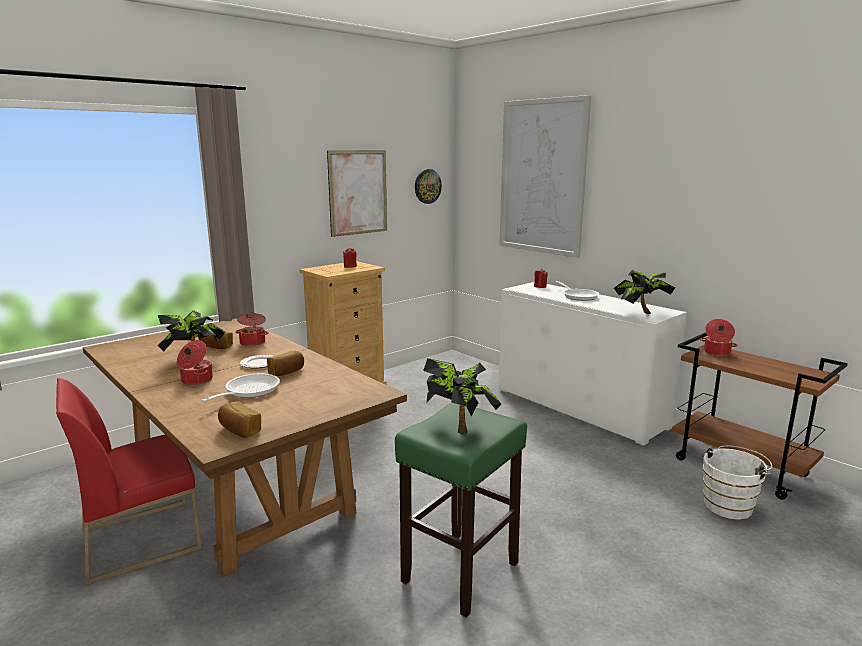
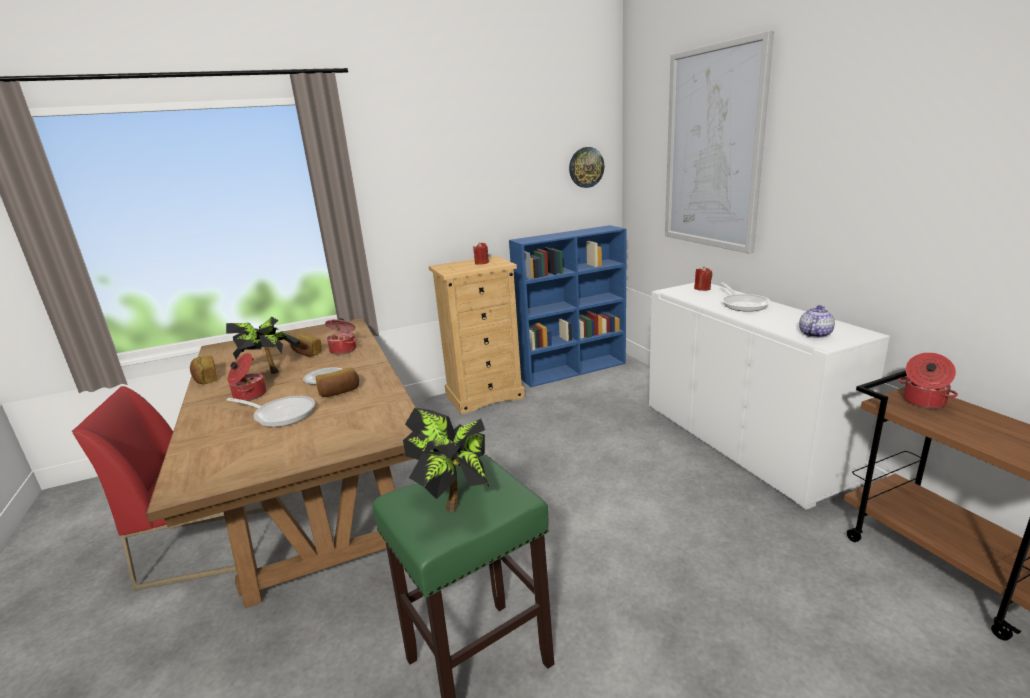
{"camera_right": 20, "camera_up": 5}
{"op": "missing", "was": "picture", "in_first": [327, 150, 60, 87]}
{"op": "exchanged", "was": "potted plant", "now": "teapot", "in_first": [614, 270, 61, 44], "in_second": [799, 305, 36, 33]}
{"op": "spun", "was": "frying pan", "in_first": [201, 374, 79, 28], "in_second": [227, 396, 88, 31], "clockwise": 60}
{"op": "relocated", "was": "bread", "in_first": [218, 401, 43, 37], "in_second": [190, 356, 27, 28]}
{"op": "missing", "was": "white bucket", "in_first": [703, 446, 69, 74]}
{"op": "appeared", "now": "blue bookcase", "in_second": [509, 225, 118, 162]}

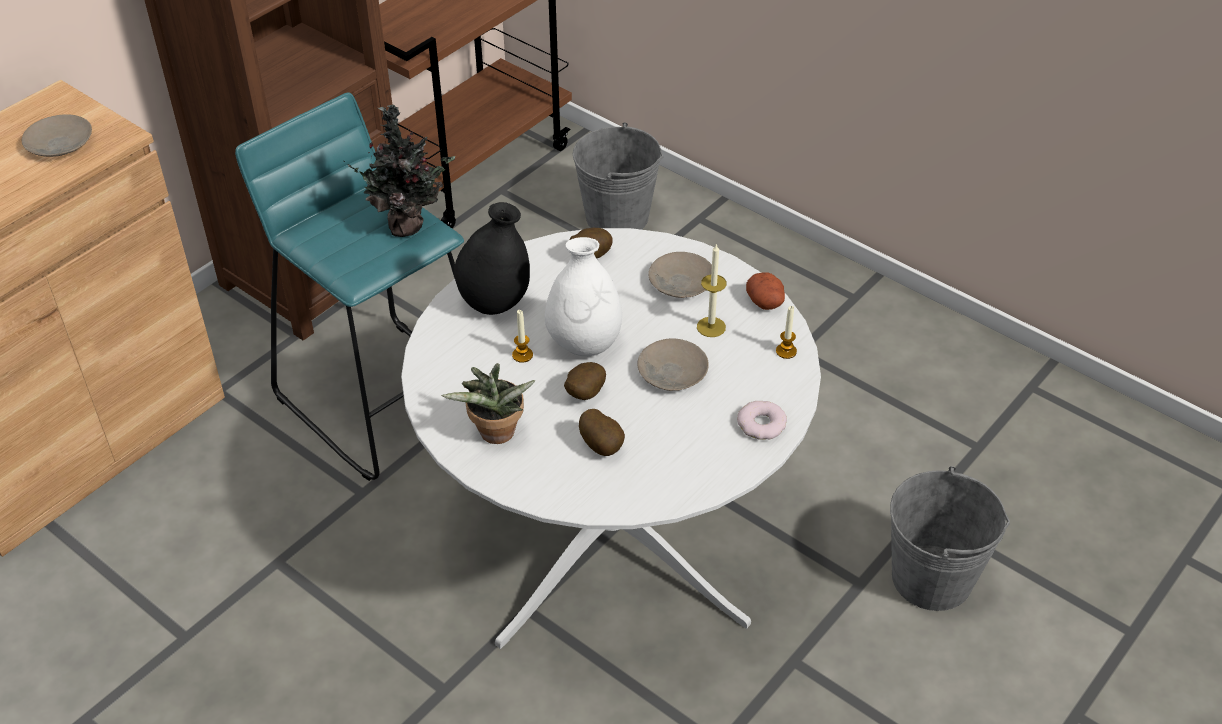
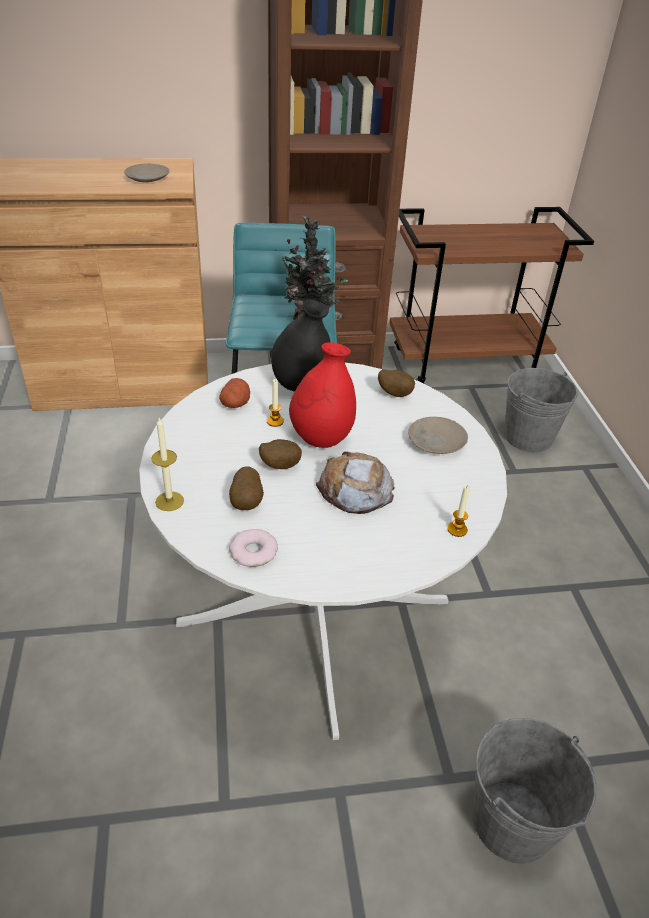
{"camera_right": 40, "camera_up": -5}
{"op": "colour", "was": "white vase", "now": "red vase", "in_first": [545, 237, 77, 119], "in_second": [289, 342, 67, 106]}
{"op": "relocated", "was": "candle", "in_first": [697, 243, 30, 94], "in_second": [151, 418, 33, 93]}
{"op": "relocated", "was": "potato", "in_first": [746, 272, 39, 38], "in_second": [219, 378, 31, 30]}
{"op": "exchanged", "was": "beige plate", "now": "bread", "in_first": [637, 338, 72, 53], "in_second": [316, 452, 79, 62]}
{"op": "missing", "was": "potted plant", "in_first": [441, 363, 95, 81]}
{"op": "relocated", "was": "donut", "in_first": [737, 401, 50, 39], "in_second": [229, 529, 49, 38]}

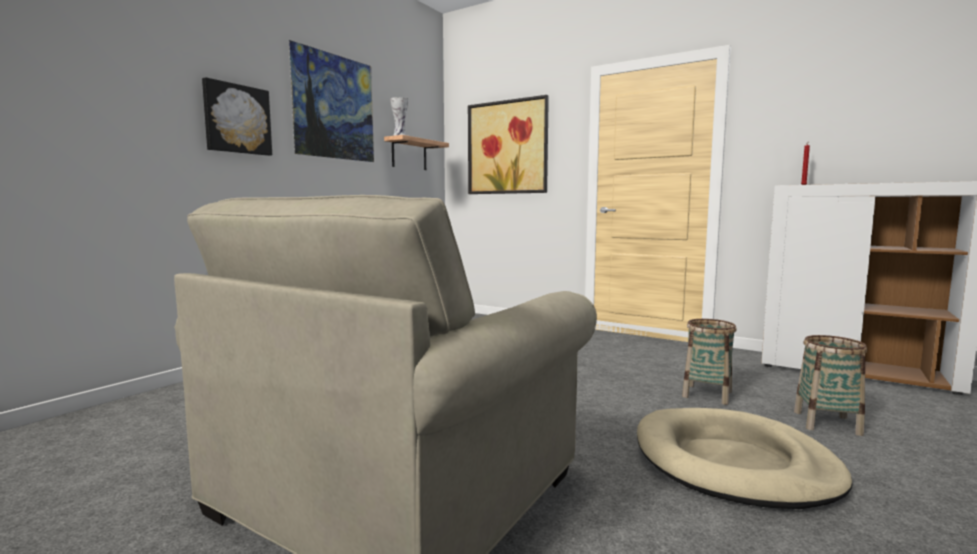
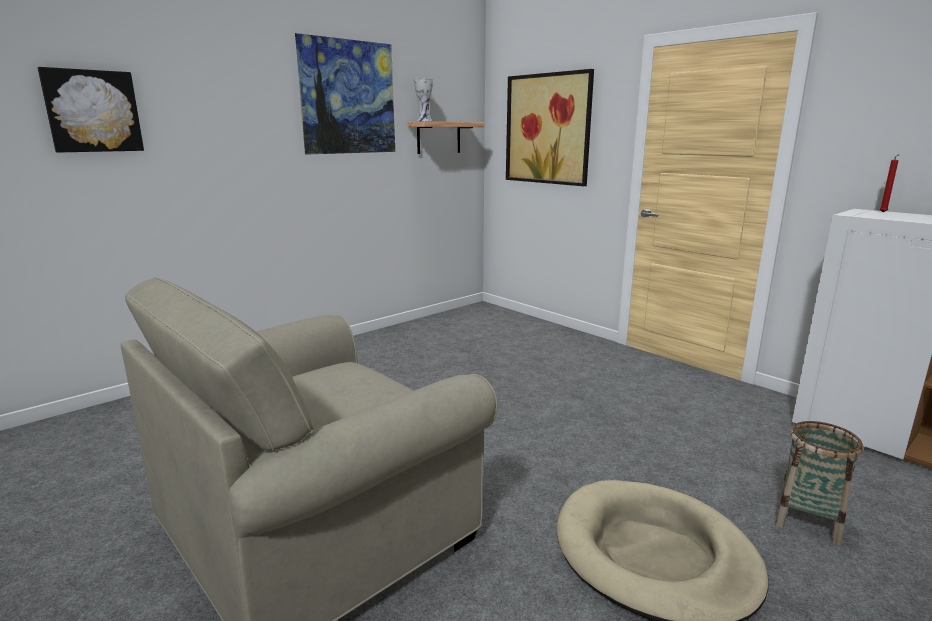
{"camera_right": 15, "camera_up": 10}
{"op": "relocated", "was": "picture", "in_first": [202, 77, 70, 79], "in_second": [38, 67, 106, 86]}
{"op": "missing", "was": "basket", "in_first": [682, 319, 55, 86]}

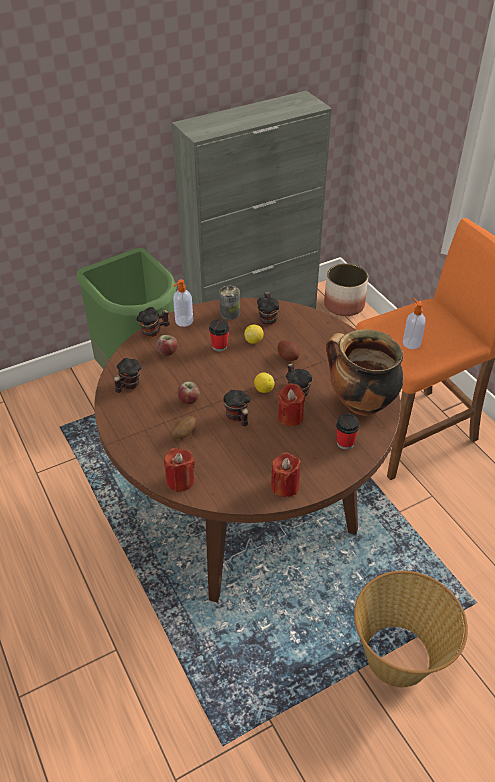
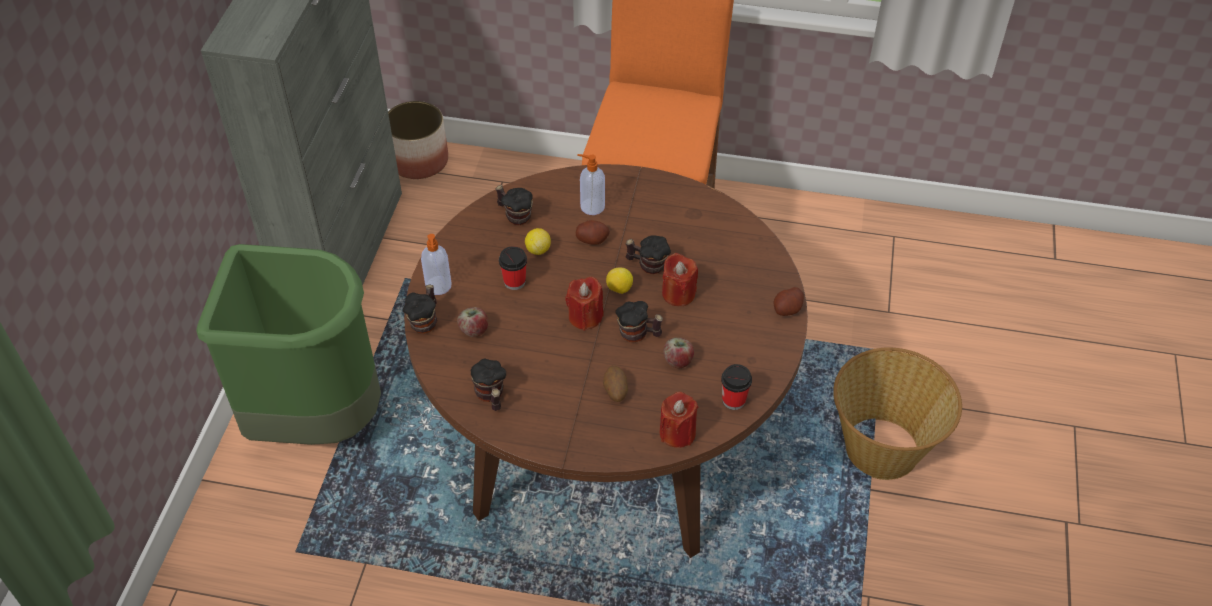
{"camera_right": -50, "camera_up": 5}
{"op": "missing", "was": "can", "in_first": [219, 286, 21, 34]}
{"op": "relocated", "was": "soap dispenser", "in_first": [403, 298, 23, 51], "in_second": [578, 154, 27, 61]}
{"op": "missing", "was": "cooking pot", "in_first": [326, 329, 78, 87]}
{"op": "relocated", "was": "apple", "in_first": [177, 381, 23, 23], "in_second": [663, 337, 31, 31]}
{"op": "relocated", "was": "cup", "in_first": [336, 414, 24, 36], "in_second": [721, 364, 31, 46]}
{"op": "relocated", "was": "red candle", "in_first": [271, 452, 30, 45], "in_second": [565, 277, 39, 54]}
{"op": "appeared", "now": "potato", "in_second": [774, 287, 30, 29]}

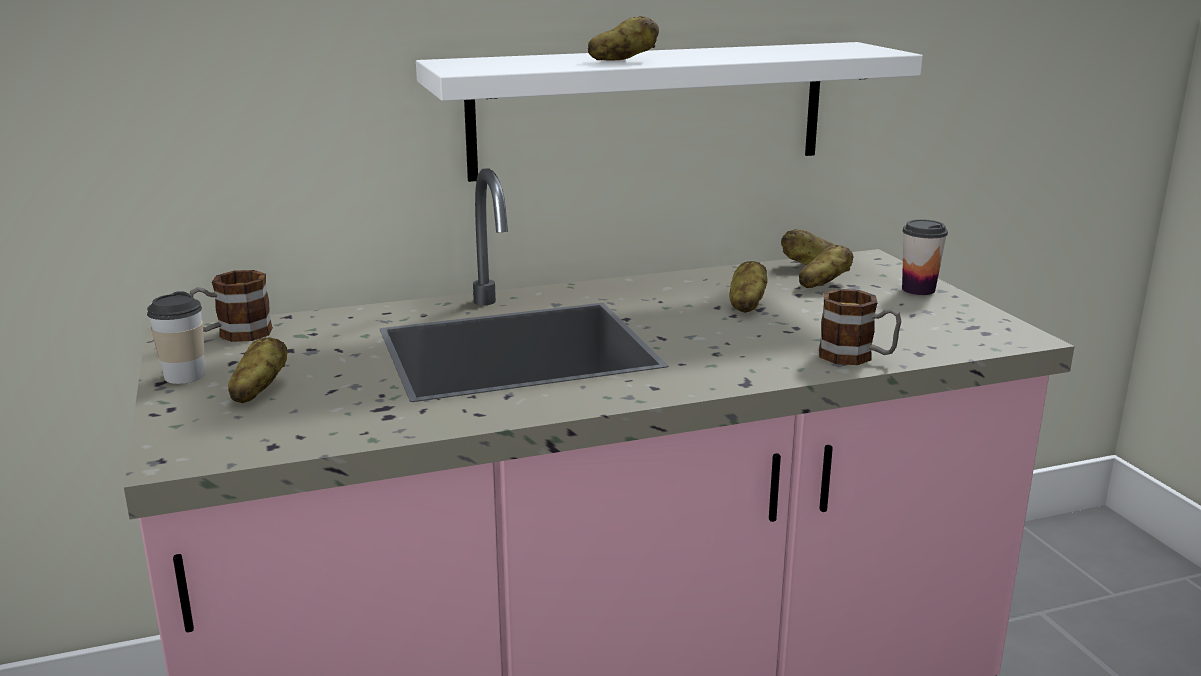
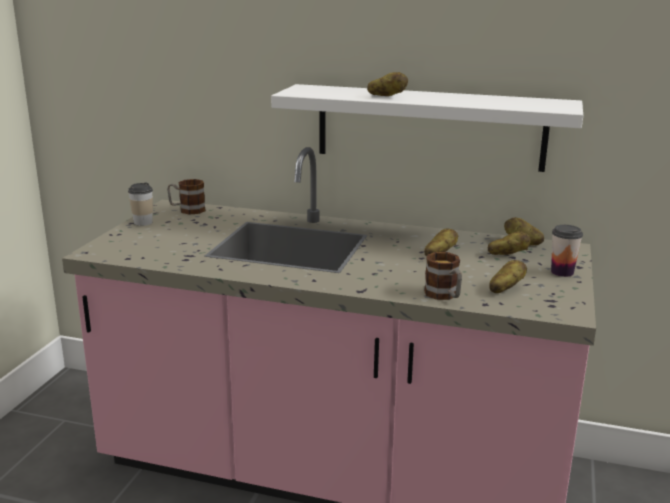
{"camera_right": 35, "camera_up": 0}
{"op": "relocated", "was": "potato", "in_first": [228, 338, 59, 65], "in_second": [489, 260, 38, 33]}

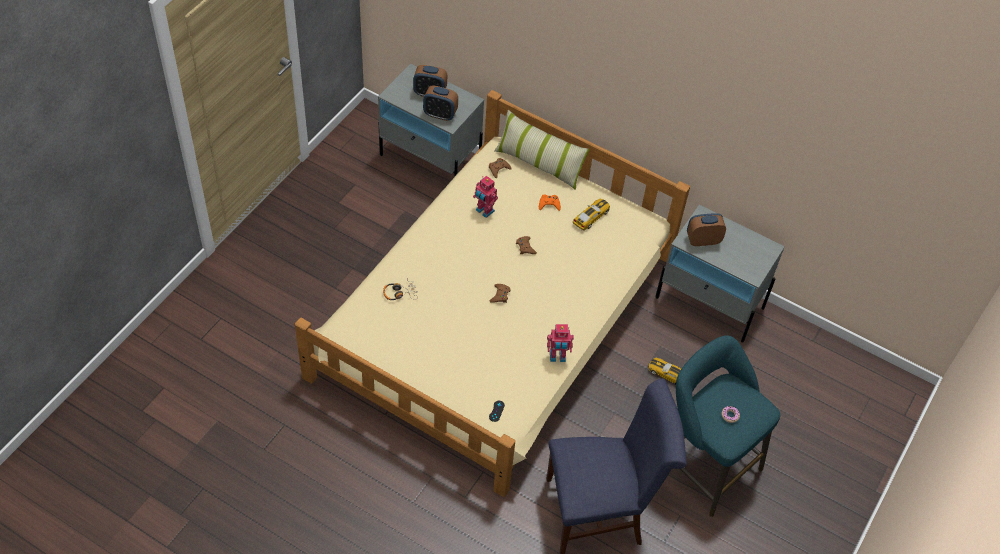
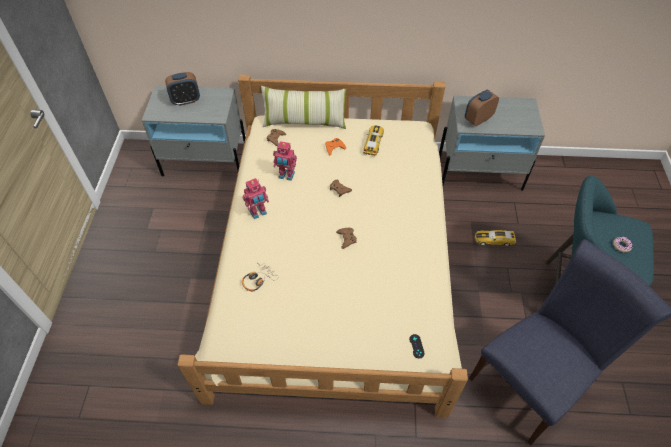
{"camera_right": -25, "camera_up": 0}
{"op": "missing", "was": "alarm clock", "in_first": [423, 85, 35, 36]}
{"op": "relocated", "was": "toy robot", "in_first": [547, 324, 27, 38], "in_second": [243, 178, 26, 41]}

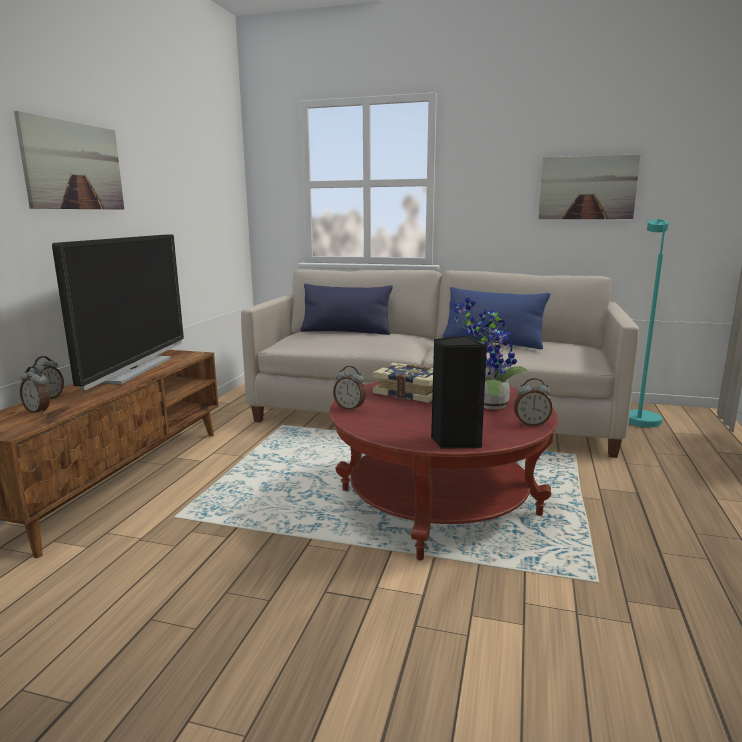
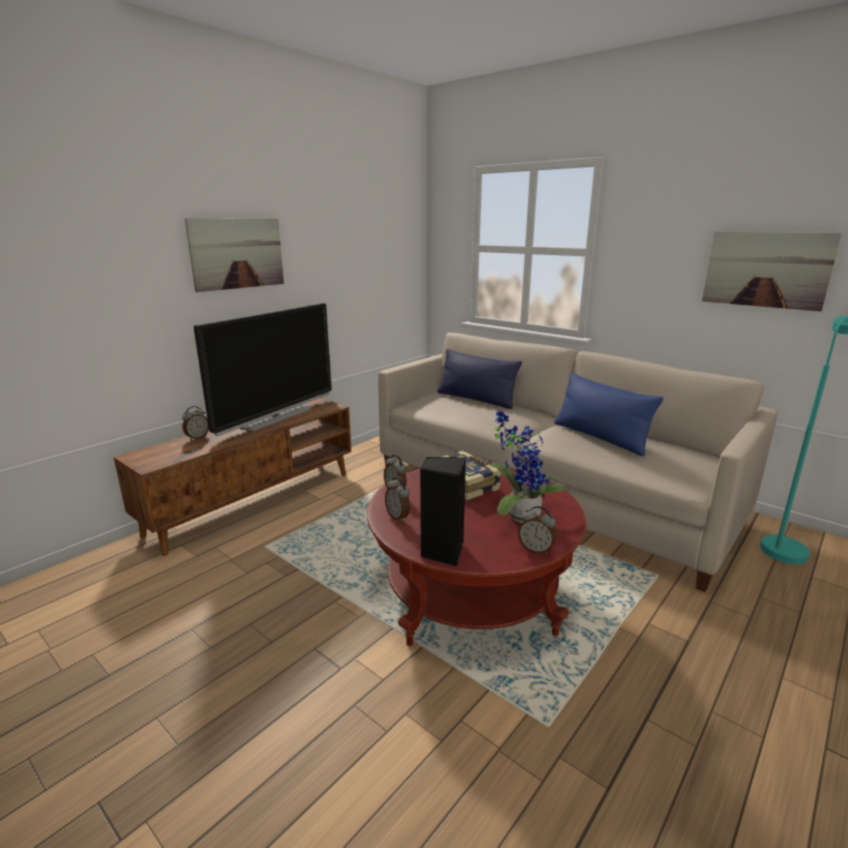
{"camera_right": 25, "camera_up": 5}
{"op": "relocated", "was": "alarm clock", "in_first": [20, 366, 30, 48], "in_second": [385, 477, 25, 45]}

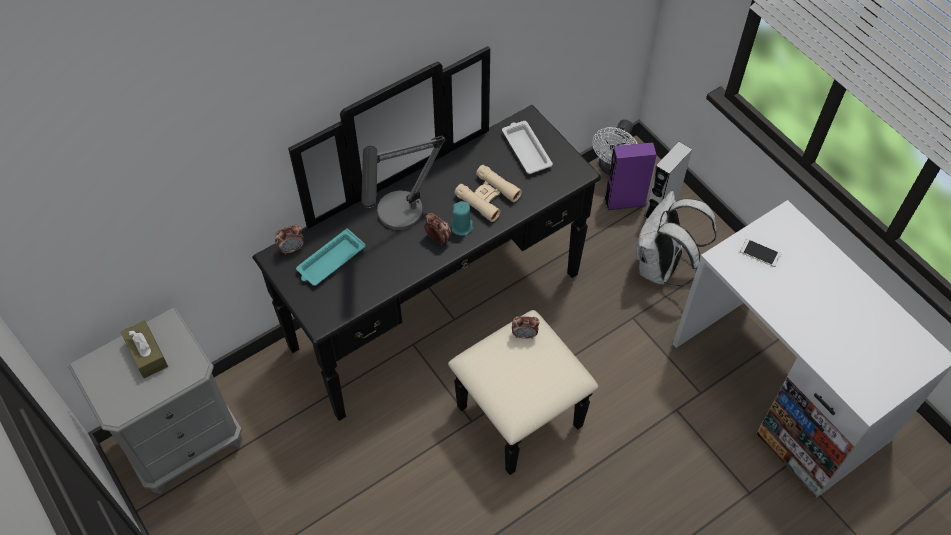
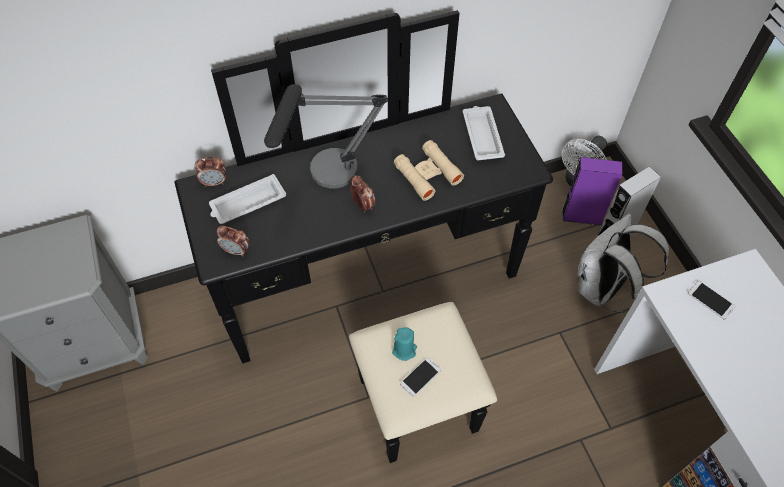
{"camera_right": 15, "camera_up": 0}
{"op": "relocated", "was": "turquoise candle", "in_first": [451, 201, 23, 35], "in_second": [392, 327, 25, 34]}
{"op": "colour", "was": "turquoise tray", "now": "white tray", "in_first": [296, 229, 70, 57], "in_second": [209, 174, 77, 50]}
{"op": "relocated", "was": "alarm clock", "in_first": [512, 316, 28, 23], "in_second": [217, 225, 33, 31]}
{"op": "missing", "was": "brown tissue box", "in_first": [121, 320, 47, 58]}
{"op": "appeared", "now": "phone", "in_second": [400, 358, 41, 39]}

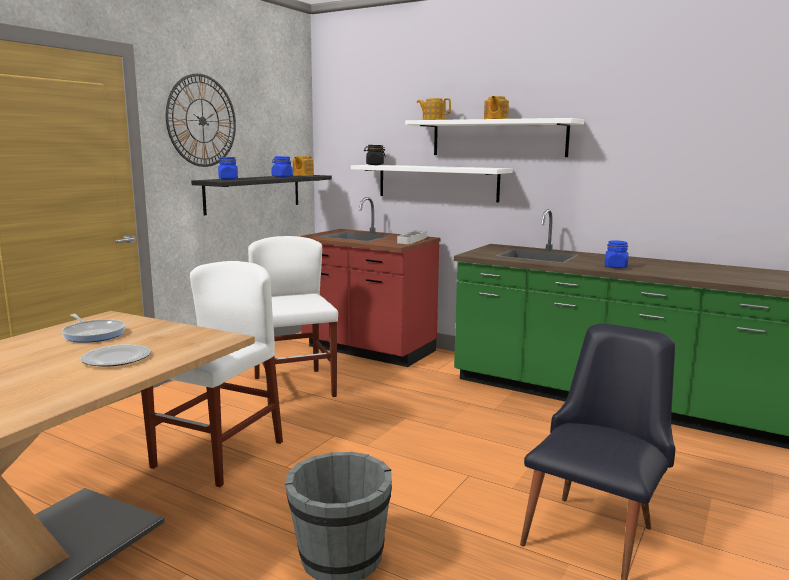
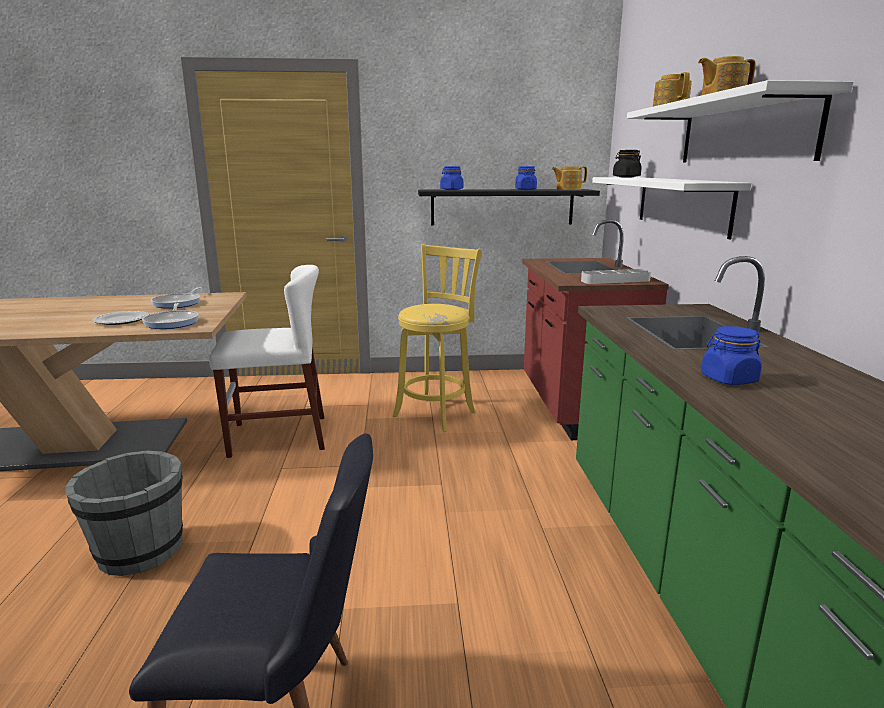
{"camera_right": 55, "camera_up": 5}
{"op": "missing", "was": "wall clock", "in_first": [166, 74, 70, 93]}
{"op": "exchanged", "was": "white chair", "now": "yellow stool", "in_first": [248, 236, 90, 169], "in_second": [393, 244, 89, 188]}
{"op": "appeared", "now": "frying pan", "in_second": [142, 303, 57, 26]}

